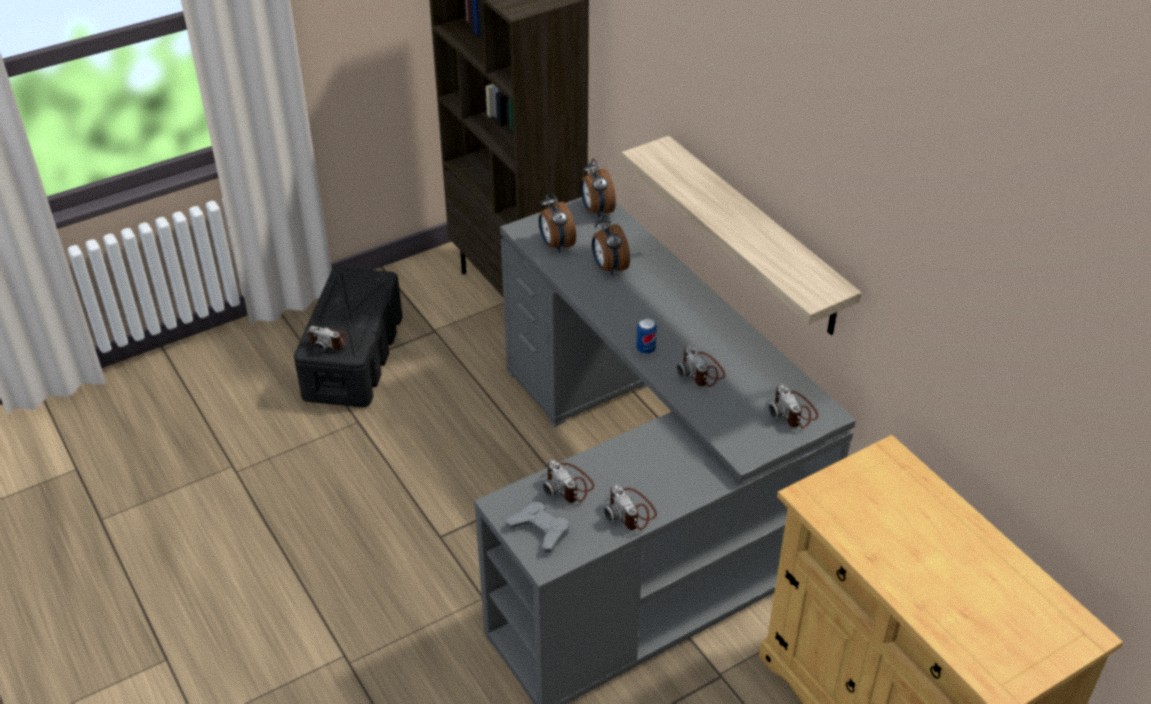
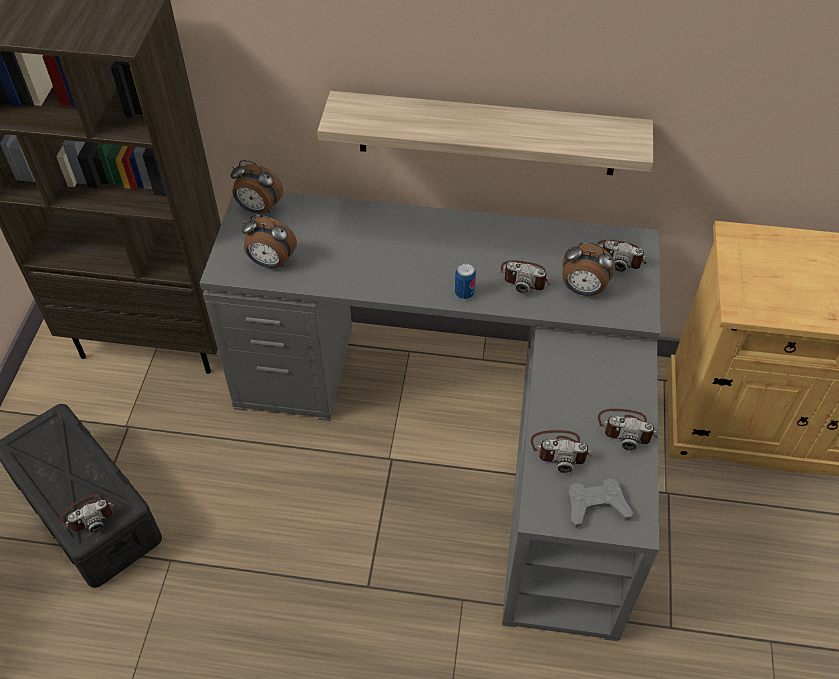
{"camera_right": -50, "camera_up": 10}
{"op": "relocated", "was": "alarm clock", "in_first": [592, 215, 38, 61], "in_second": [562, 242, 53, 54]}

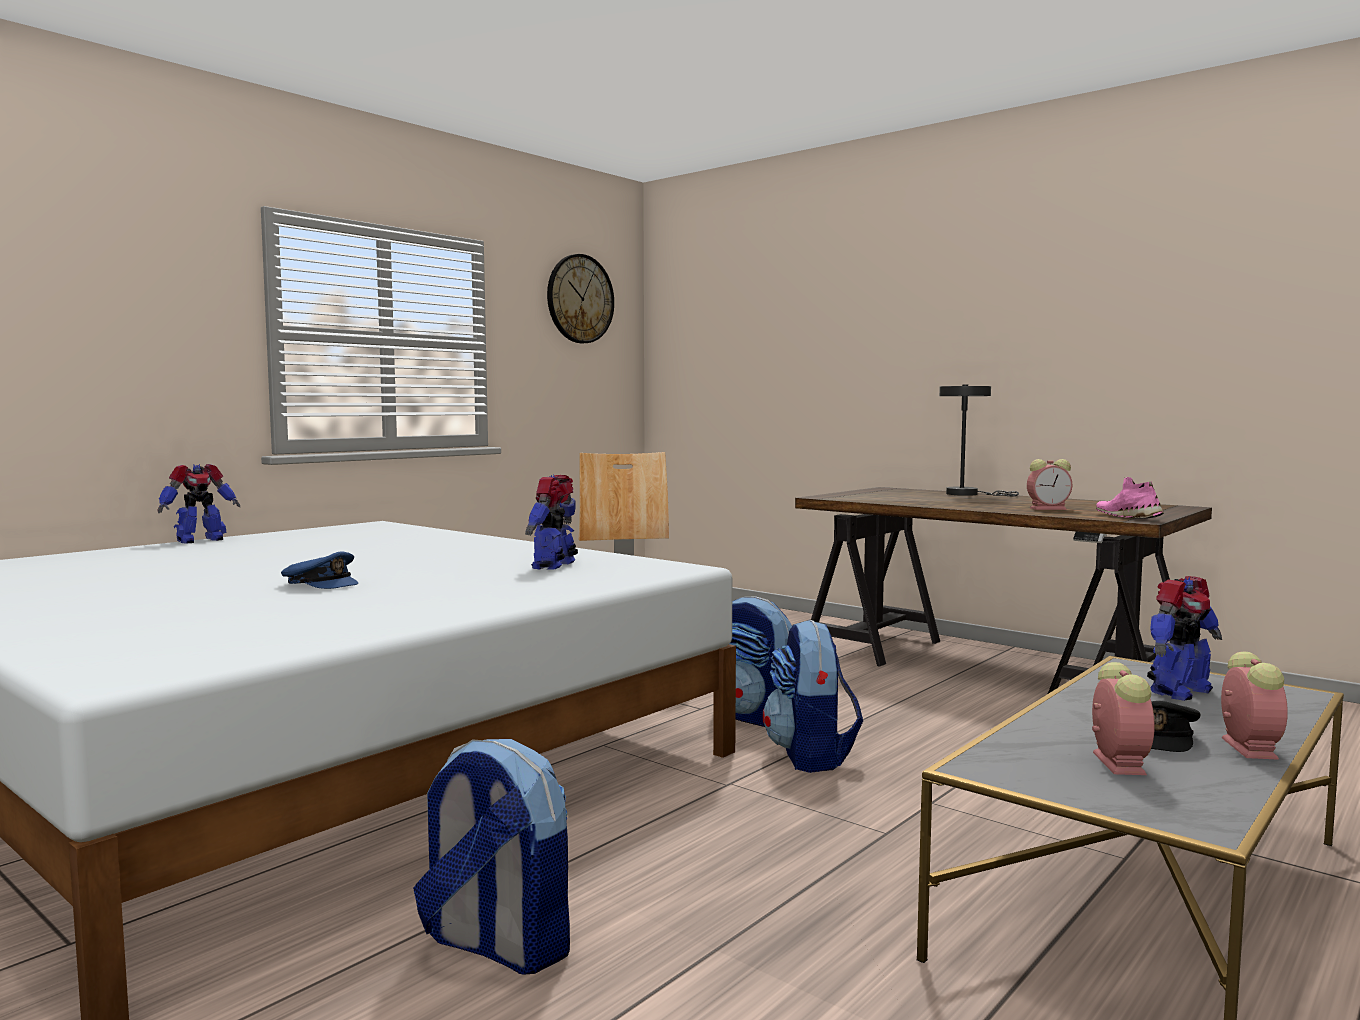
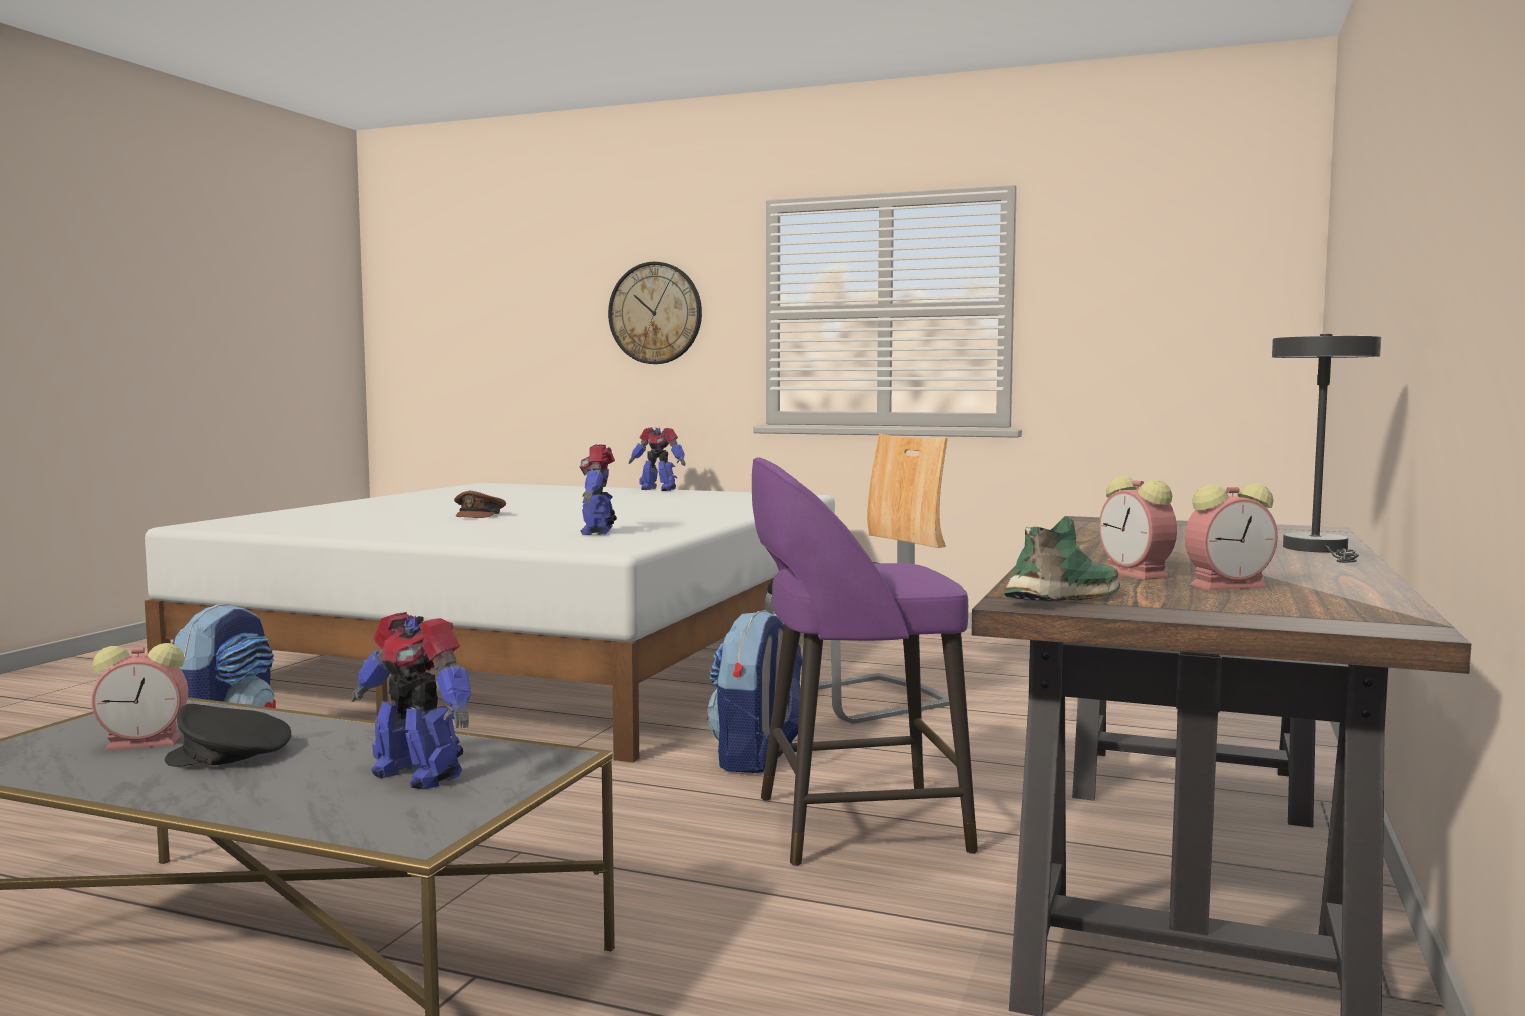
{"camera_right": 70, "camera_up": 0}
{"op": "relocated", "was": "wall clock", "in_first": [547, 254, 67, 89], "in_second": [608, 262, 94, 102]}
{"op": "spun", "was": "toy robot", "in_first": [525, 475, 53, 95], "in_second": [580, 444, 37, 91], "clockwise": -90}
{"op": "colour", "was": "pink shoe", "now": "green shoe", "in_first": [1096, 477, 68, 42], "in_second": [1004, 517, 116, 84]}
{"op": "colour", "was": "blue cap", "now": "brown cap", "in_first": [281, 552, 77, 37], "in_second": [454, 491, 52, 27]}
{"op": "missing", "was": "backpack", "in_first": [763, 620, 100, 153]}
{"op": "relocated", "was": "alarm clock", "in_first": [1221, 652, 67, 108], "in_second": [1185, 483, 93, 107]}
{"op": "appeared", "now": "purple stool", "in_second": [752, 457, 226, 409]}

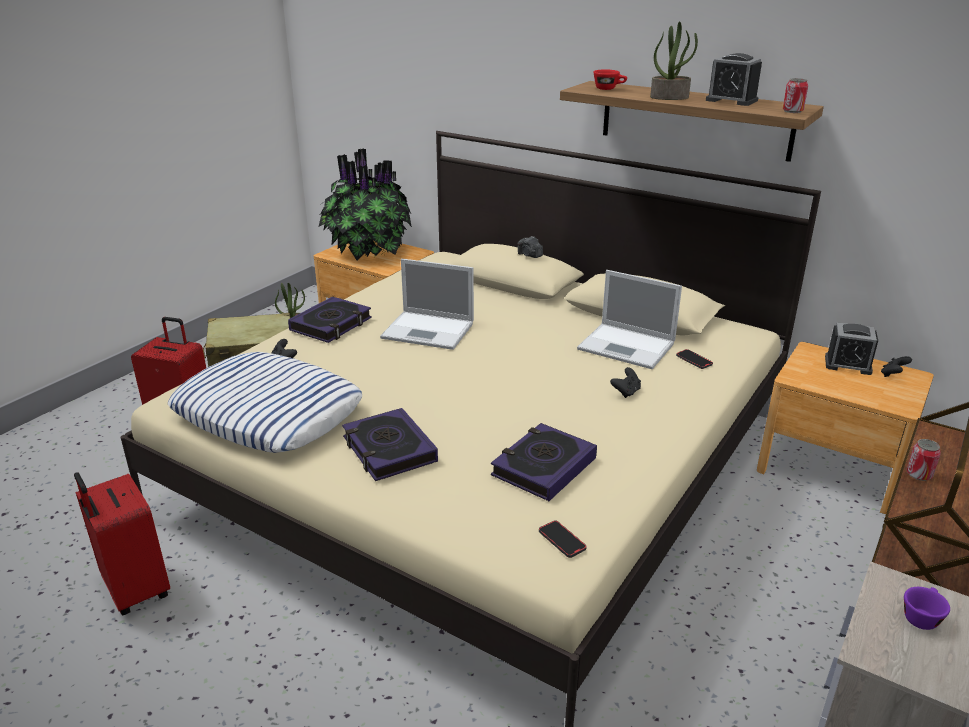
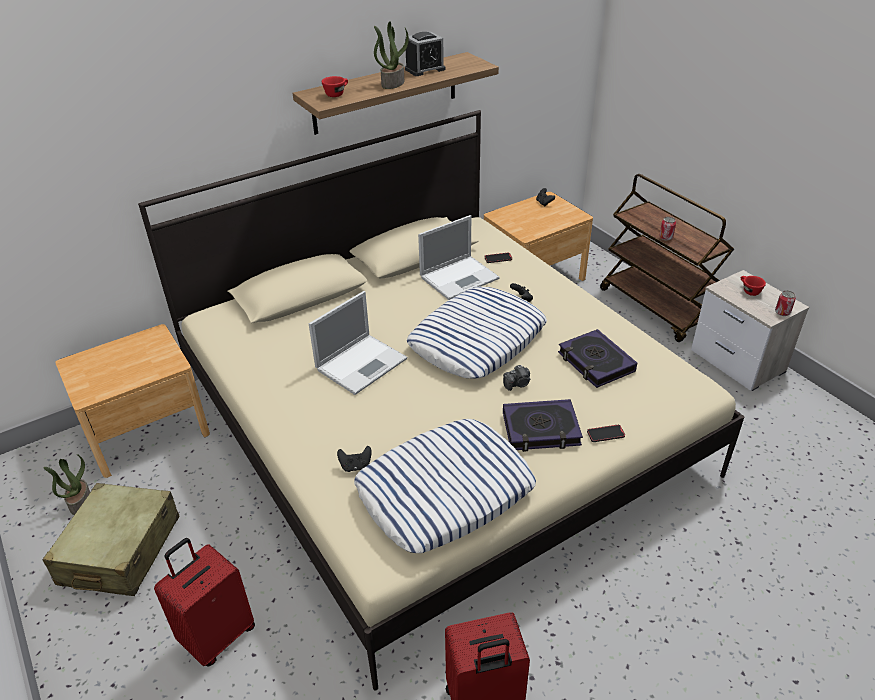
{"camera_right": -65, "camera_up": 10}
{"op": "relocated", "was": "can", "in_first": [783, 78, 25, 35], "in_second": [775, 290, 21, 26]}
{"op": "missing", "was": "potted plant", "in_first": [318, 148, 94, 112]}
{"op": "relocated", "was": "photo camera", "in_first": [518, 236, 25, 22], "in_second": [503, 365, 28, 26]}
{"op": "missing", "was": "book", "in_first": [288, 296, 84, 47]}
{"op": "missing", "was": "alarm clock", "in_first": [825, 322, 53, 53]}
{"op": "relocated", "was": "phone", "in_first": [539, 520, 48, 38], "in_second": [587, 425, 38, 17]}
{"op": "colour", "was": "purple cup", "now": "red cup", "in_first": [904, 587, 46, 43], "in_second": [741, 276, 25, 20]}
{"op": "appeared", "now": "pillow", "in_second": [407, 287, 140, 92]}

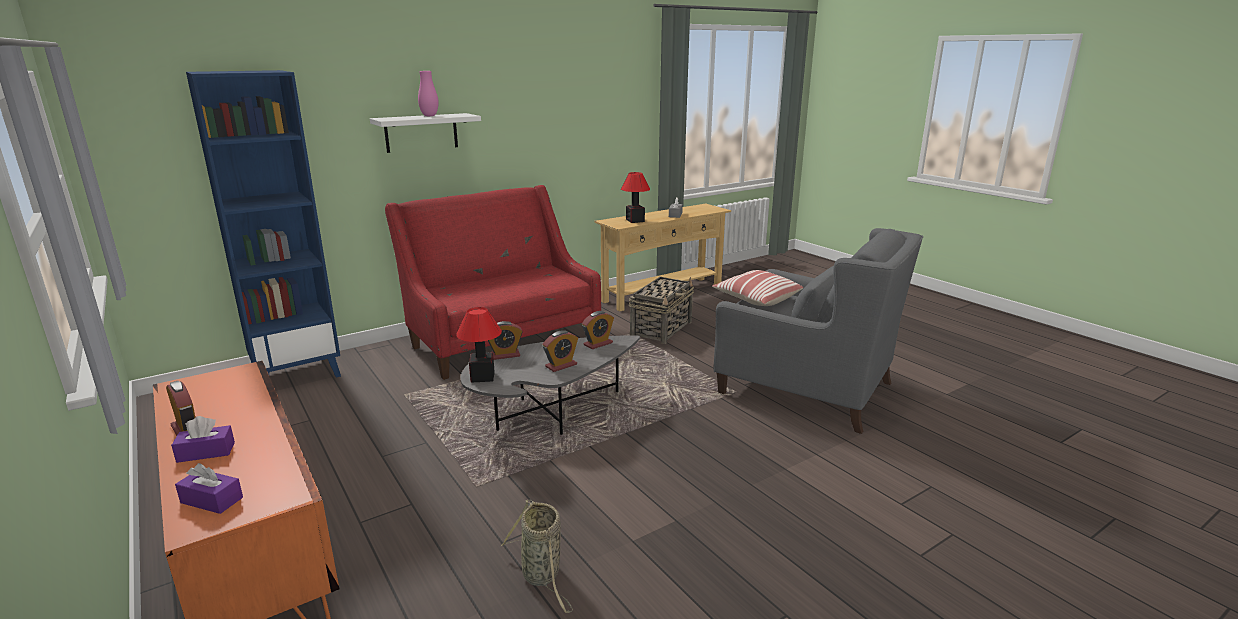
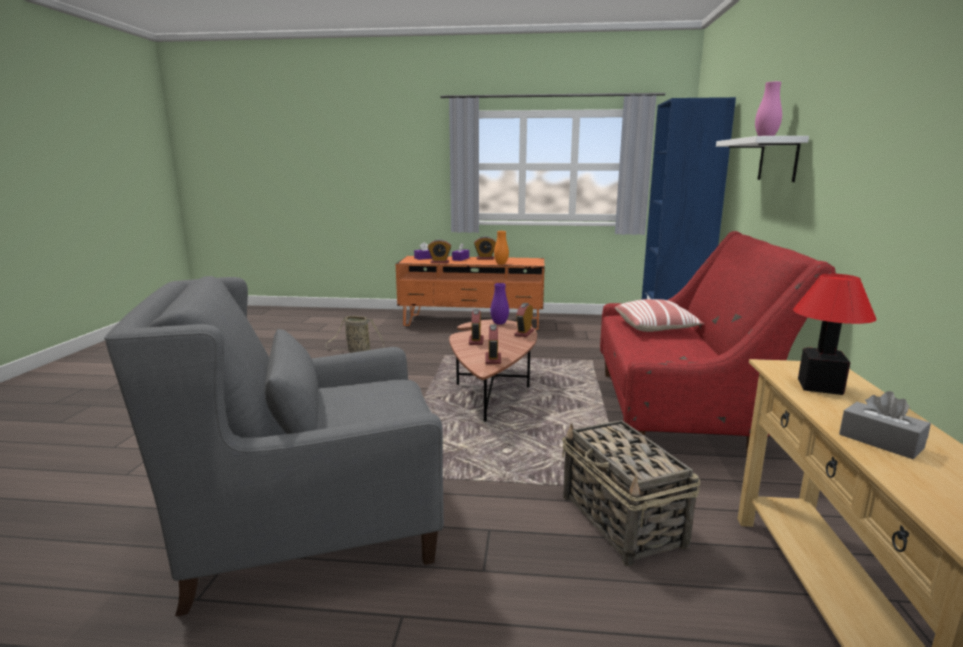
{"camera_right": 130, "camera_up": -5}
{"op": "relocated", "was": "pillow", "in_first": [712, 270, 91, 36], "in_second": [615, 299, 89, 33]}
{"op": "exchanged", "was": "table lamp", "now": "purple vase", "in_first": [456, 307, 46, 75], "in_second": [490, 283, 19, 42]}
{"op": "colour", "was": "grey coffee table", "now": "brown coffee table", "in_first": [461, 335, 179, 100], "in_second": [449, 319, 88, 103]}
{"op": "appeared", "now": "orange vase", "in_second": [494, 231, 15, 33]}
{"op": "appeared", "now": "alarm clock", "in_second": [428, 239, 23, 24]}

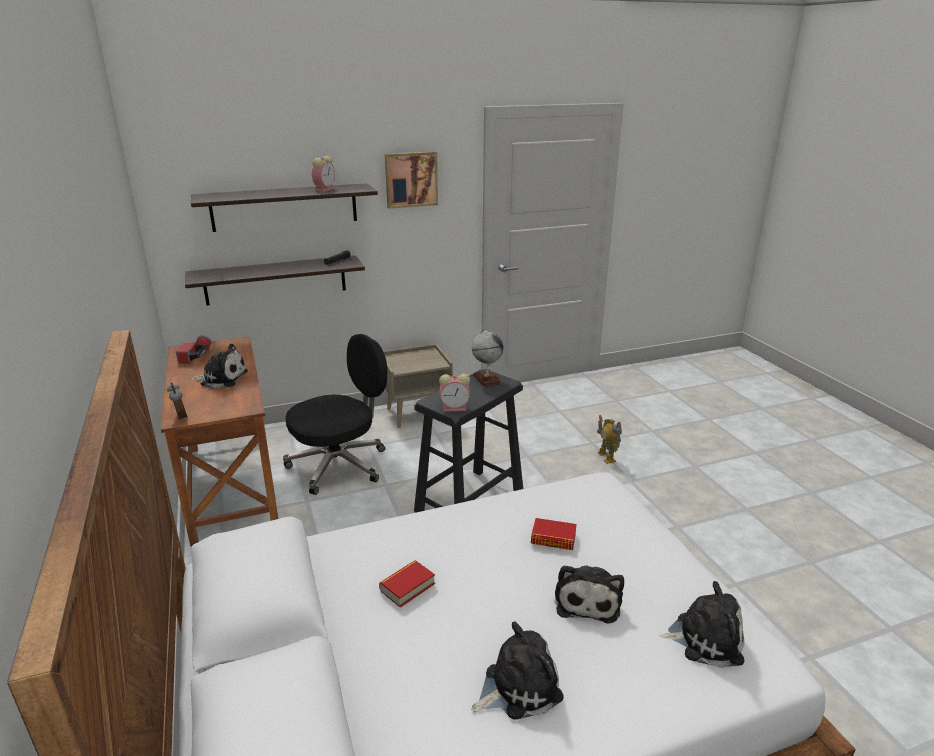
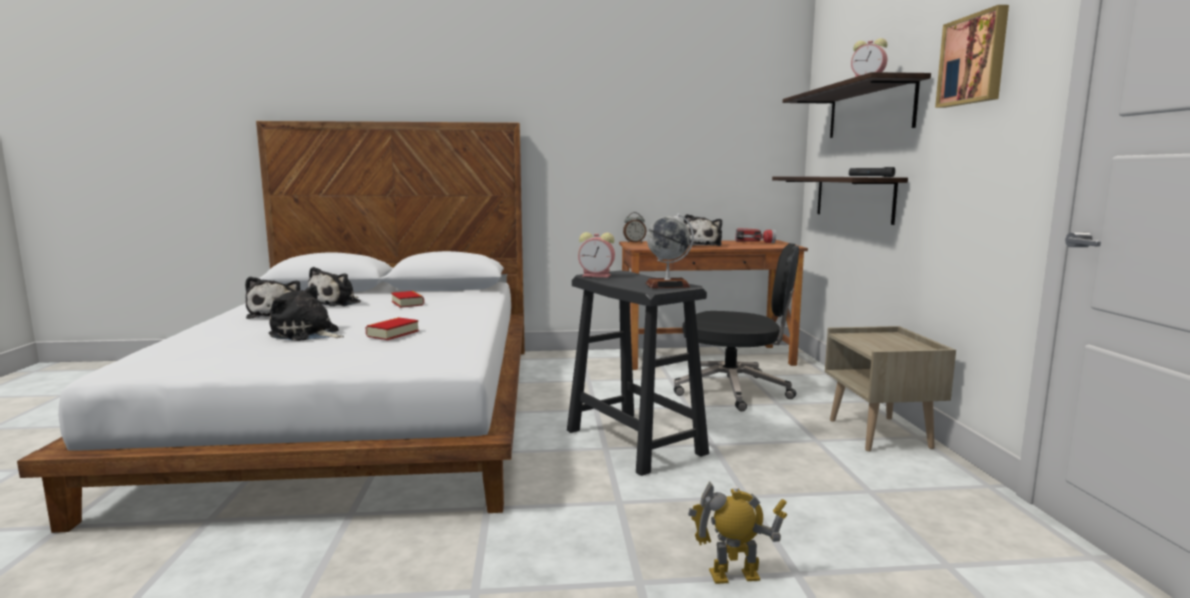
{"camera_right": 105, "camera_up": -15}
{"op": "spun", "was": "black office chair", "in_first": [283, 334, 104, 161], "in_second": [674, 243, 125, 168], "clockwise": -45}
{"op": "spun", "was": "alarm clock", "in_first": [439, 374, 31, 38], "in_second": [578, 232, 37, 45], "clockwise": -90}
{"op": "relocated", "was": "plush toy", "in_first": [659, 581, 85, 87], "in_second": [308, 267, 53, 39]}

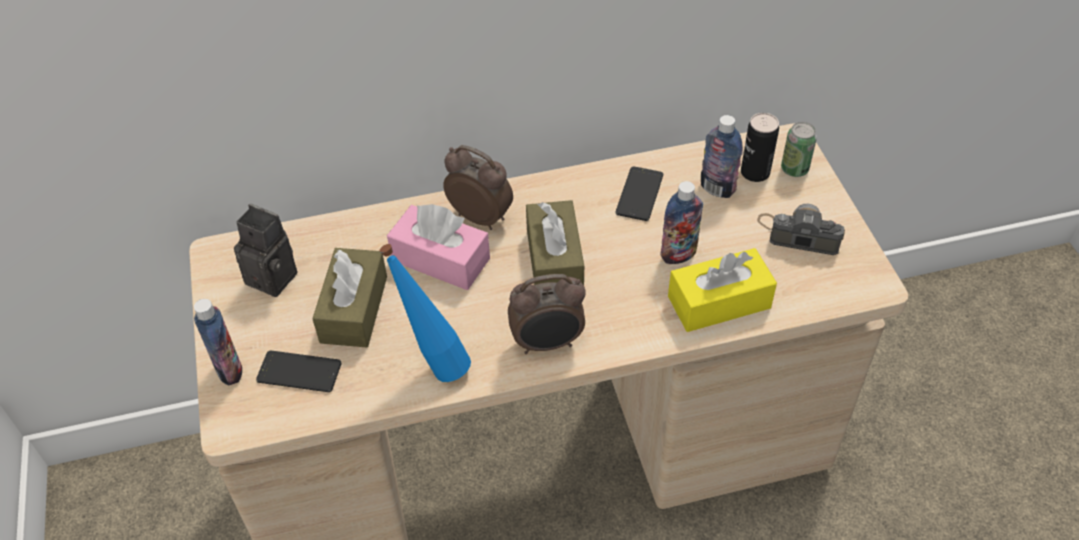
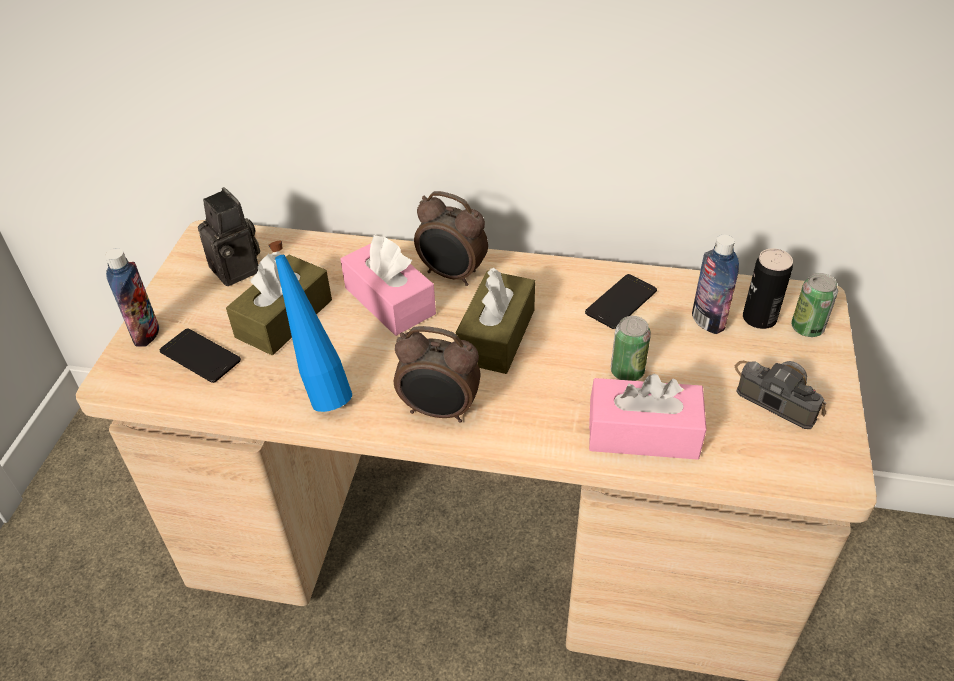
{"camera_right": 25, "camera_up": -5}
{"op": "spun", "was": "alarm clock", "in_first": [443, 145, 70, 85], "in_second": [414, 191, 74, 95], "clockwise": 150}
{"op": "exchanged", "was": "bottle", "now": "can", "in_first": [660, 181, 43, 83], "in_second": [611, 316, 40, 65]}
{"op": "colour", "was": "yellow tissue box", "now": "pink tissue box", "in_first": [668, 248, 109, 84], "in_second": [589, 374, 118, 86]}

